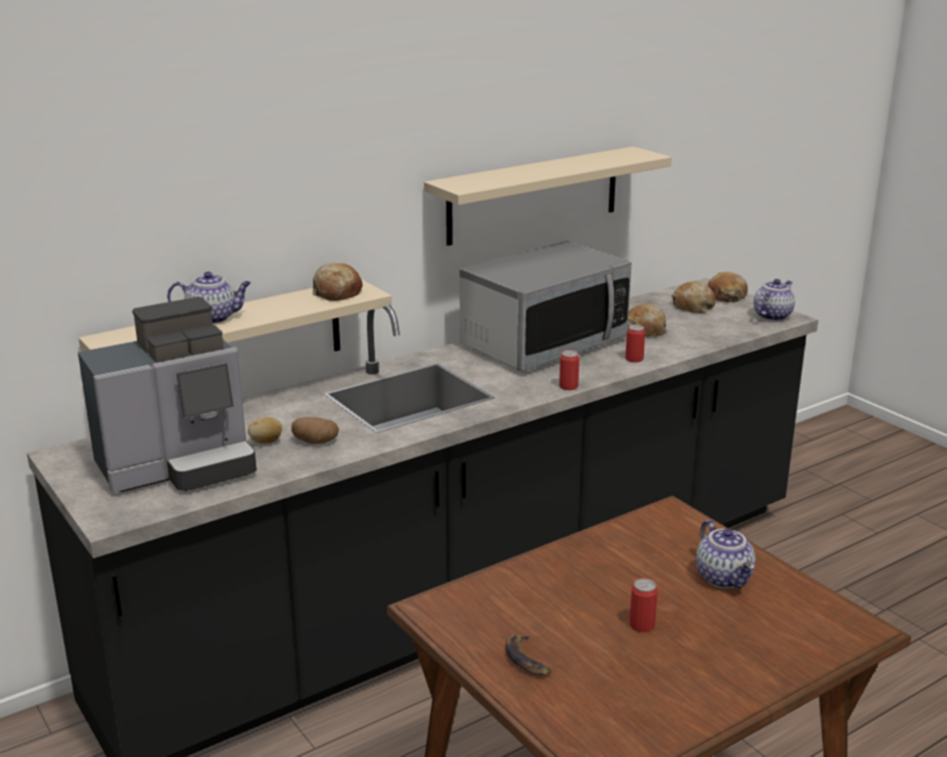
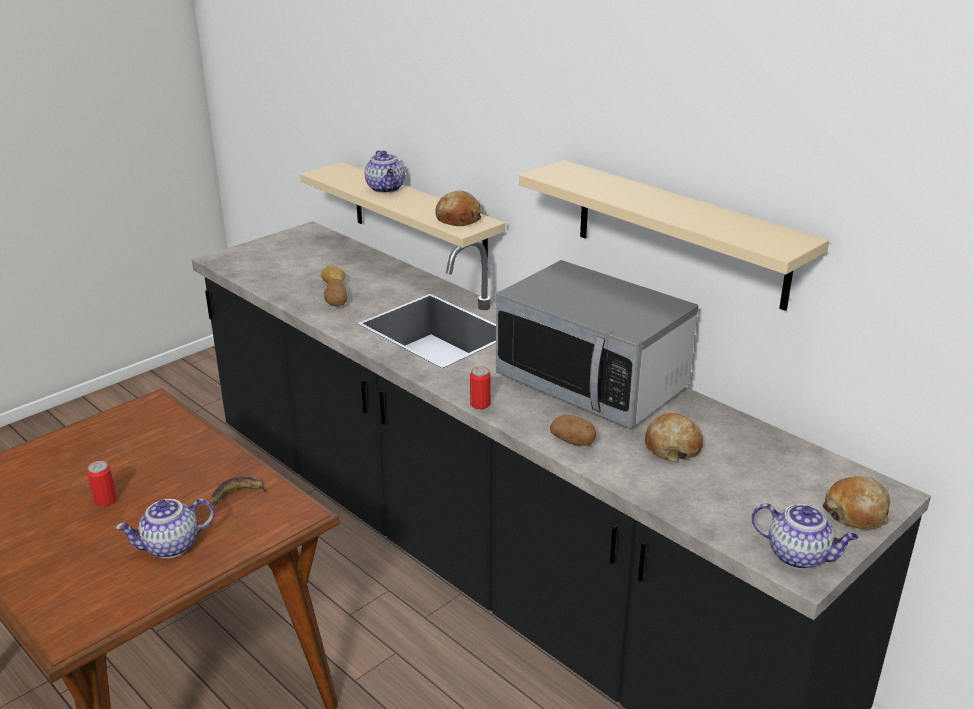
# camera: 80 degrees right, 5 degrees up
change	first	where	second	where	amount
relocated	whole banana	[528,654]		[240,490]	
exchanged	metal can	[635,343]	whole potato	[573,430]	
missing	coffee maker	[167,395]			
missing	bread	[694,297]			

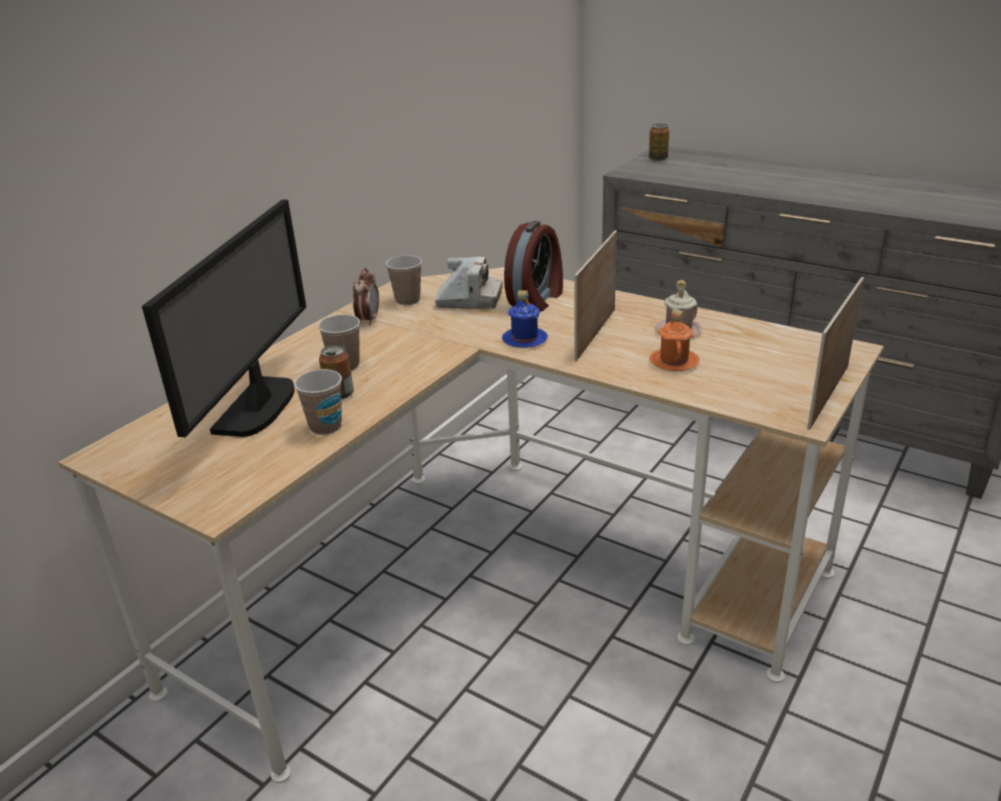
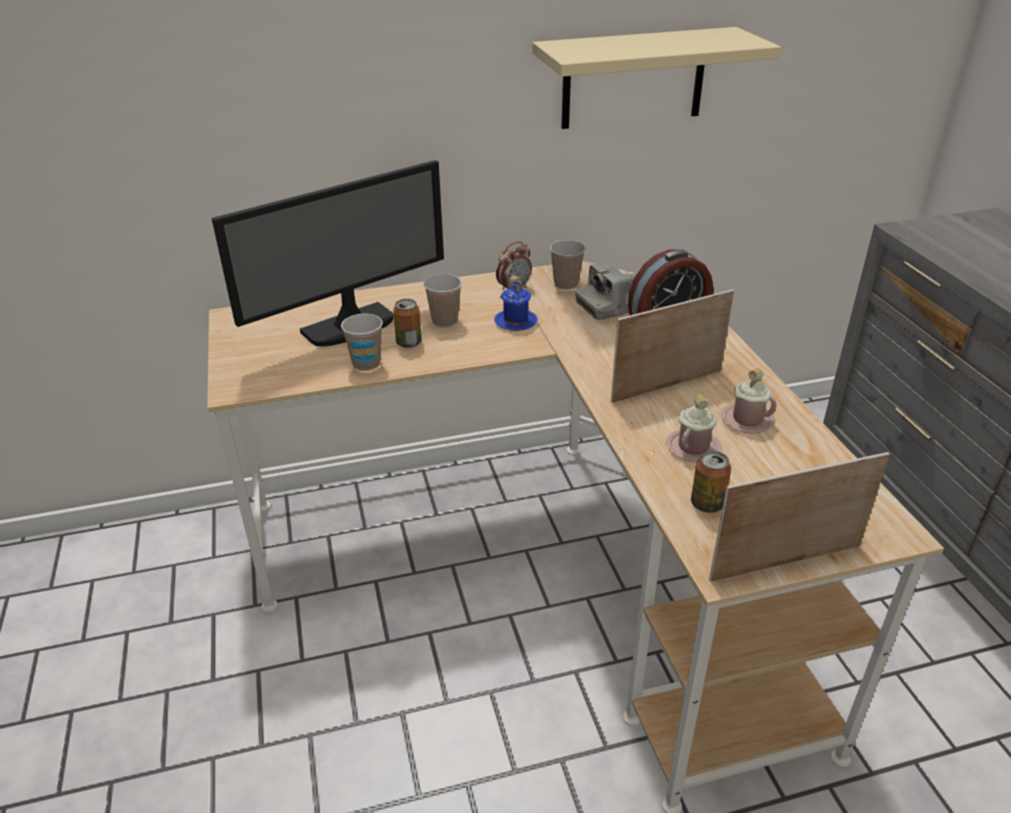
# camera: 40 degrees right, 5 degrees up
change	first	where	second	where	amount
relocated	bluish tea mug	[525,319]		[516,303]	
appeared			beige wall shelf	[656,78]	
spun	still camera	[469,282]		[606,291]	105 degrees clockwise
colour	orange-coloured tea mug	[674,340]	pinkish tea mug	[694,428]	
relocated	metal can	[659,142]		[711,482]	

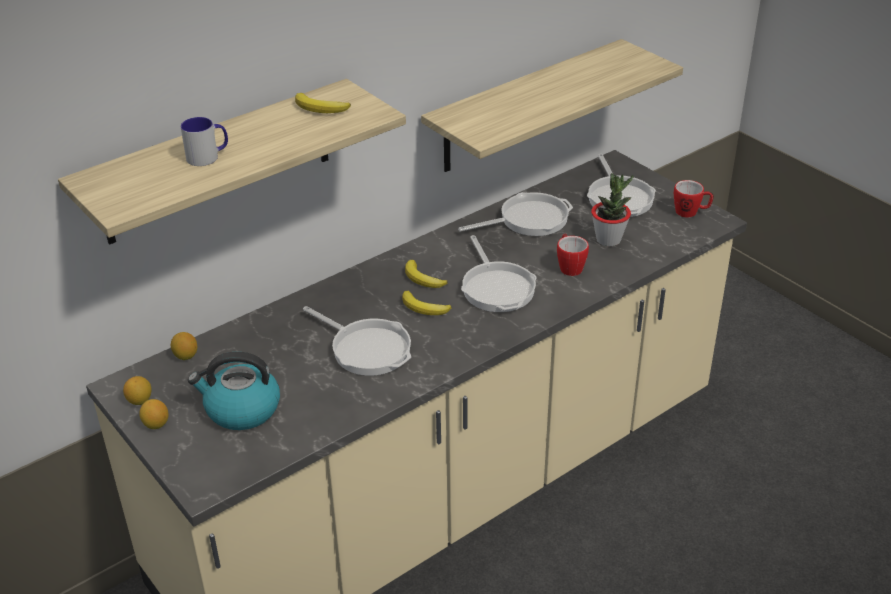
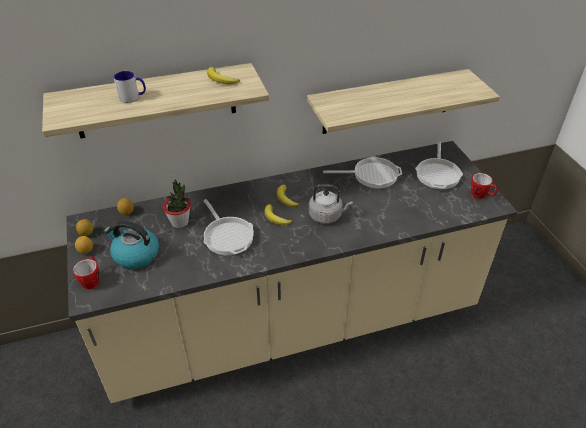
# camera: 20 degrees right, 5 degrees up
change	first	where	second	where	amount
relocated	tea mug	[573,254]		[86,272]	
relocated	houseplant	[612,209]		[177,204]	
exchanged	pan	[499,273]	gray tea kettle	[331,204]	

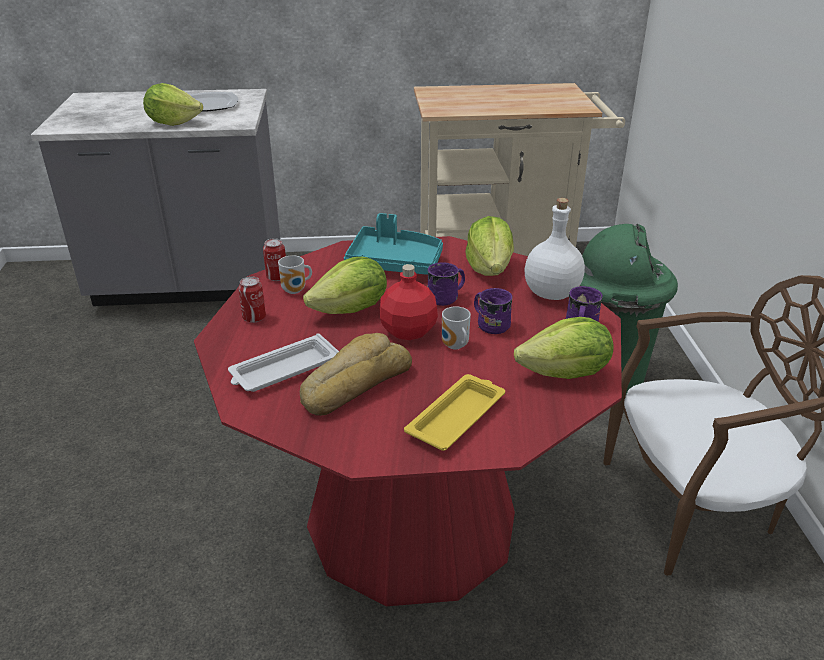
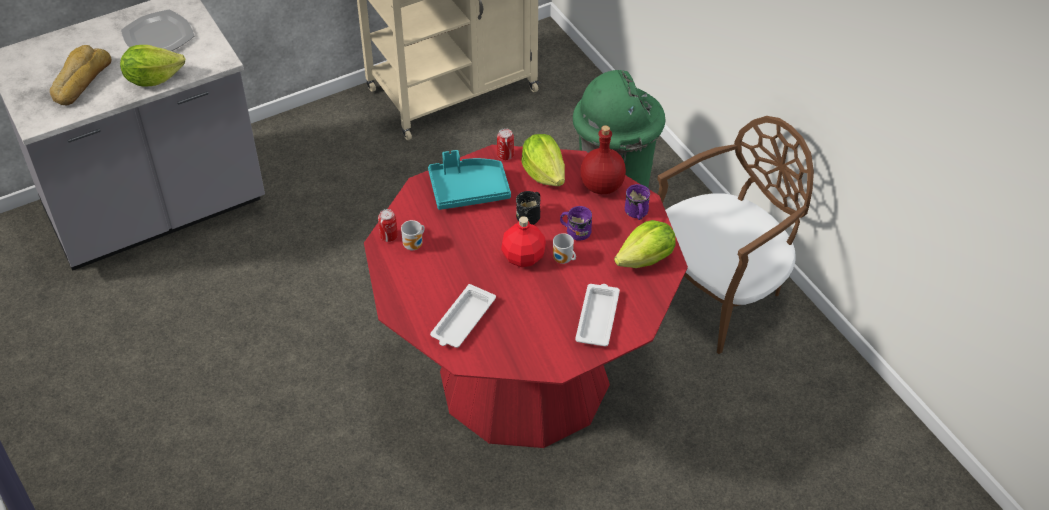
# camera: 25 degrees left, 15 degrees up
change	first	where	second	where	amount
relocated	bread	[356,374]		[80,75]	
relocated	metal can	[252,299]		[505,144]	
colour	purple-coloured tea mug	[446,284]	blackish tea mug	[528,208]	
colour	yellow serving tray	[454,412]	white serving tray	[597,315]	
colour	white beverage bottle	[555,249]	reddish beverage bottle	[603,159]	
missing	lettuce head	[345,285]			

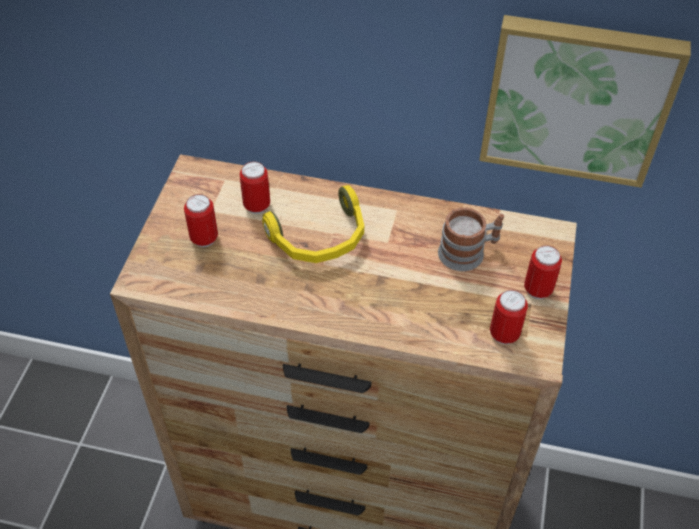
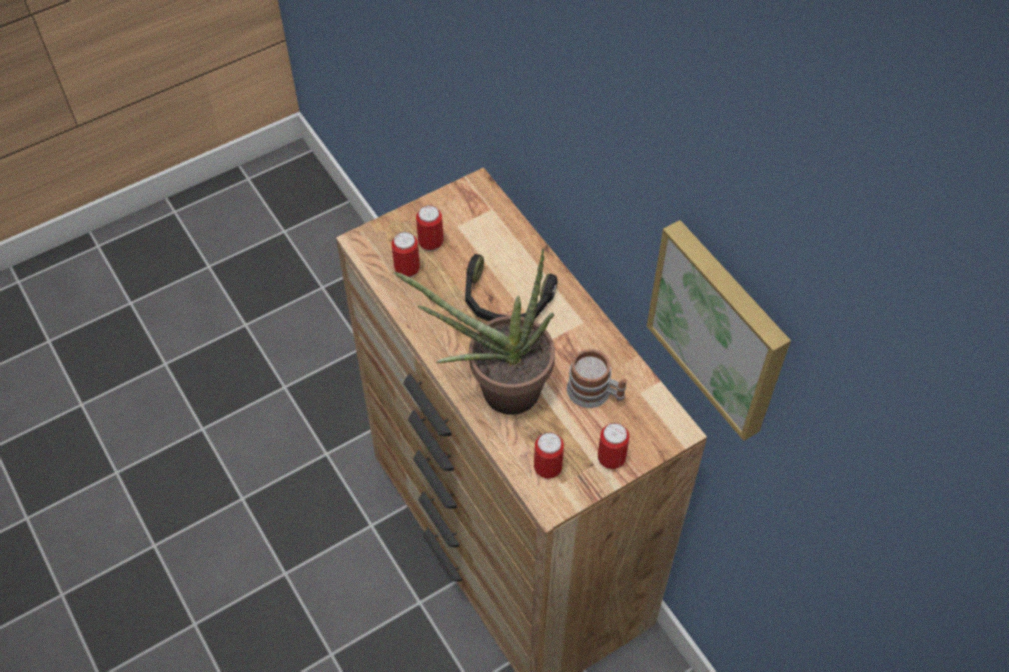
# camera: 45 degrees right, 5 degrees up
change	first	where	second	where	amount
relocated	metal can	[255,188]		[406,254]	
appeared			houseplant	[474,331]	
colour	yellow pair of headphones	[313,224]	blackish pair of headphones	[511,287]	

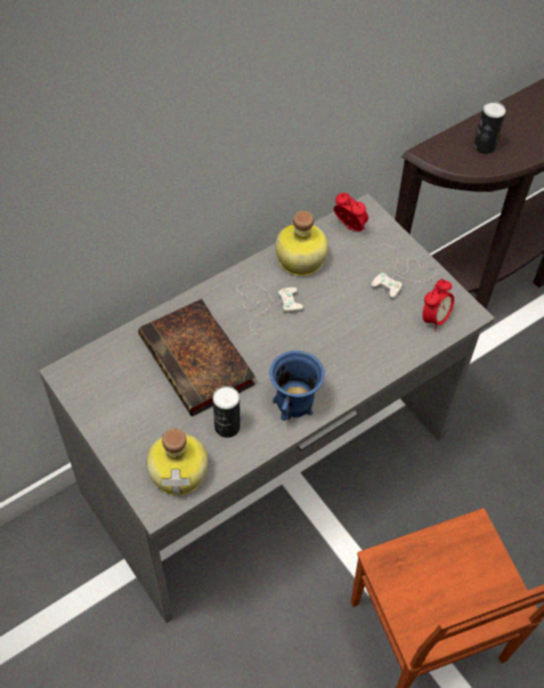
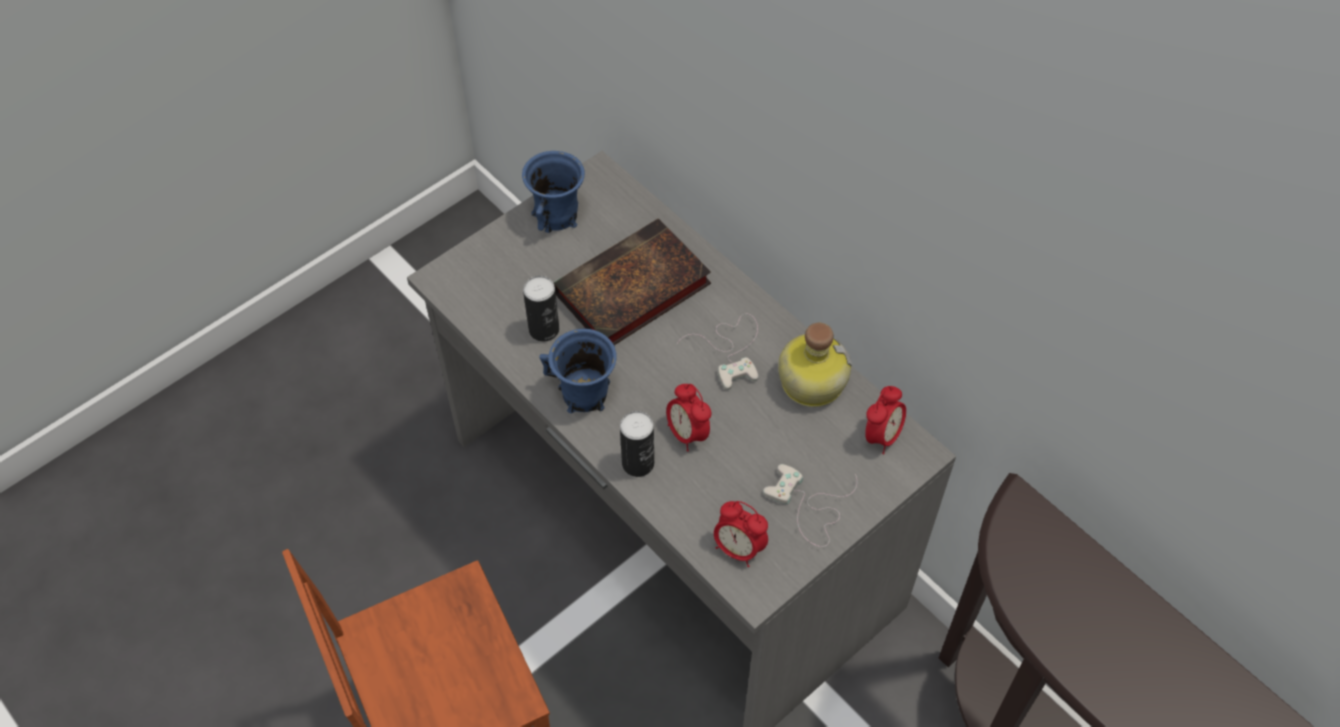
# camera: 85 degrees right, 0 degrees up
change	first	where	second	where	amount
appeared			bluish tea mug	[553,192]	
relocated	metal can	[490,127]		[637,444]	
appeared			bedside clock	[689,418]	
missing	beverage bottle	[177,462]			

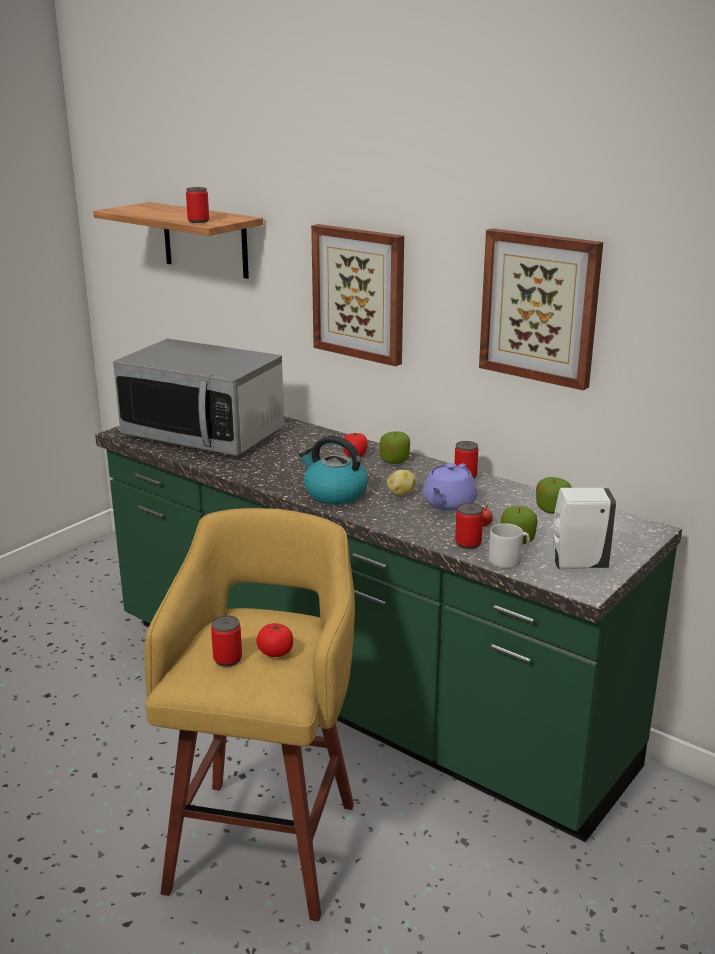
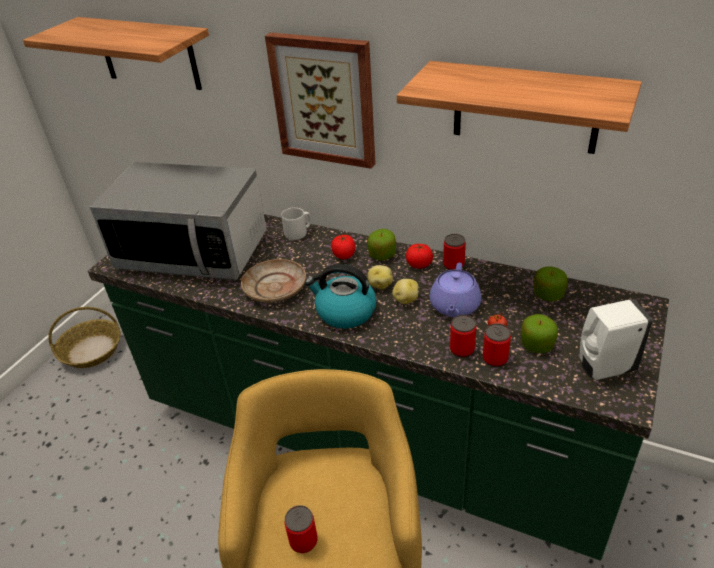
# camera: 10 degrees left, 15 degrees up
change	first	where	second	where	amount
appeared			basket	[84,337]	
appeared			beige dinner plate	[273,281]	
relocated	gray tea mug	[509,546]		[296,223]	
appeared			whole potato	[380,277]	
exchanged	picture	[541,309]	wall shelf	[519,107]	
relocated	tomato	[274,640]		[419,256]	
relocated	metal can	[197,205]		[463,336]	

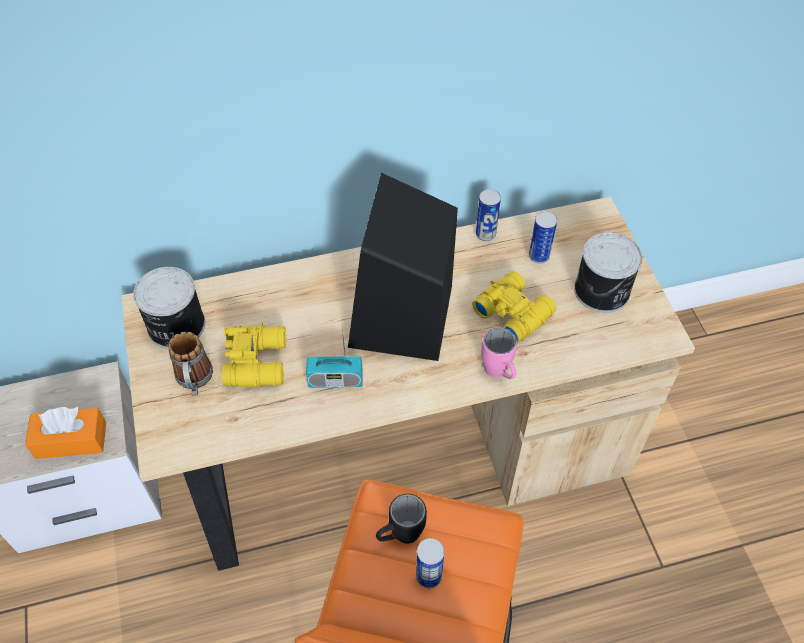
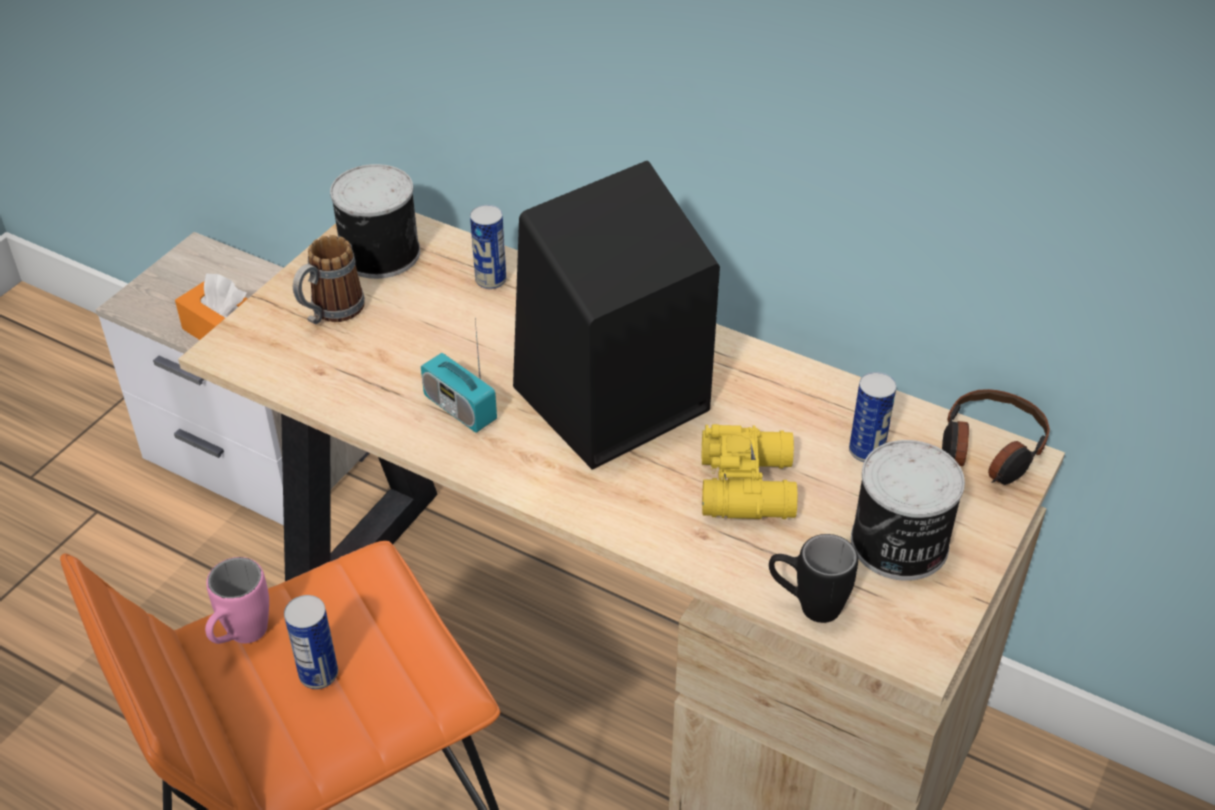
# camera: 45 degrees right, 10 degrees down
change	first	where	second	where	amount
relocated	pinkish tea mug	[499,353]		[237,600]	
relocated	metal can	[488,215]		[488,247]	
relocated	blackish tea mug	[401,519]		[813,578]	
appeared			pair of headphones	[996,437]	
missing	yellow pair of binoculars	[254,354]			

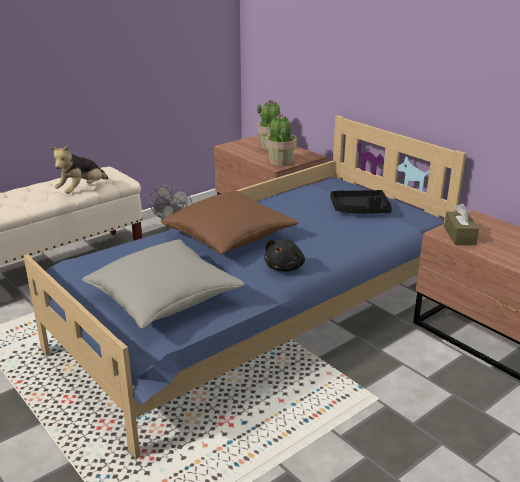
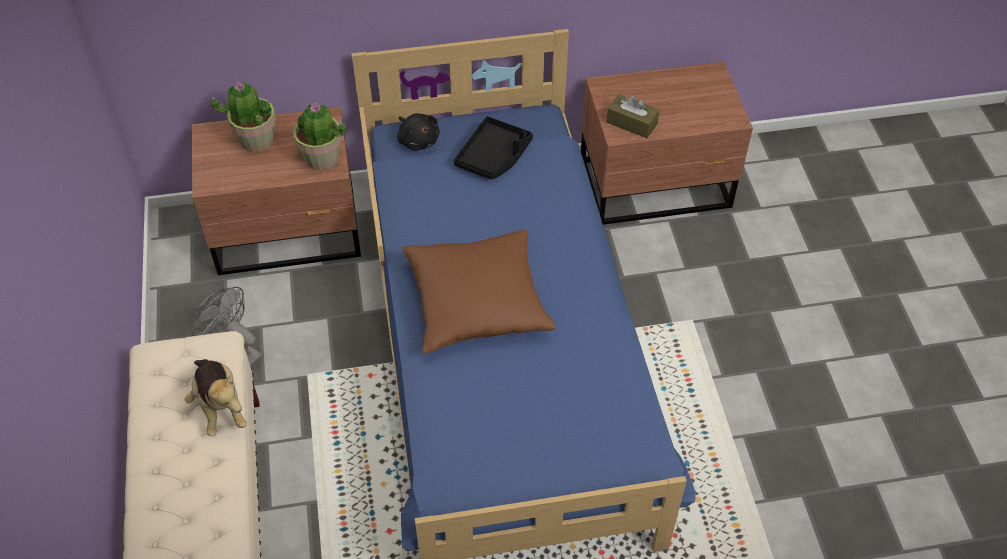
# camera: 60 degrees left, 25 degrees up
change	first	where	second	where	amount
relocated	blackish soft toy	[284,255]		[418,131]	
missing	gray cushion	[163,284]			

